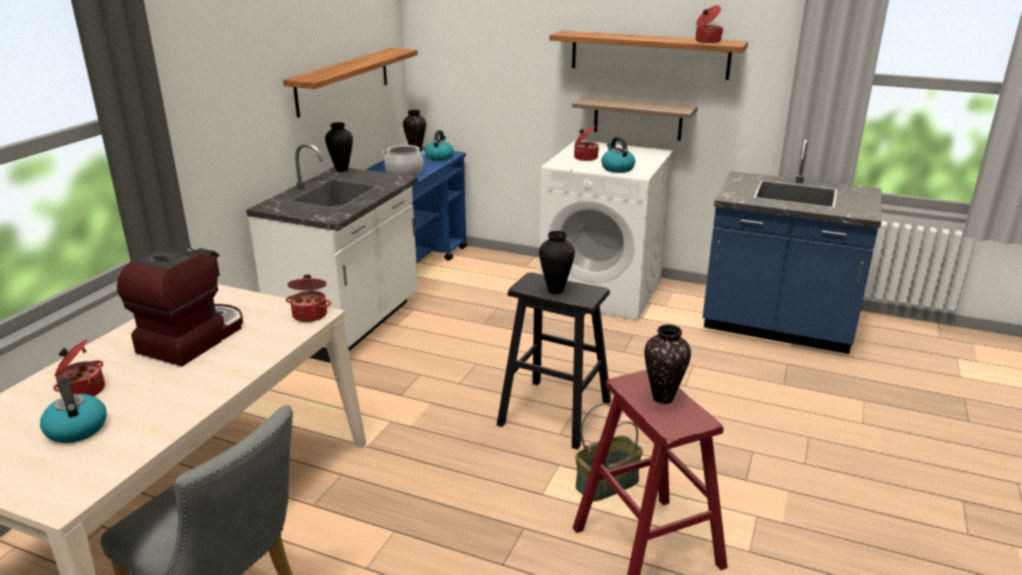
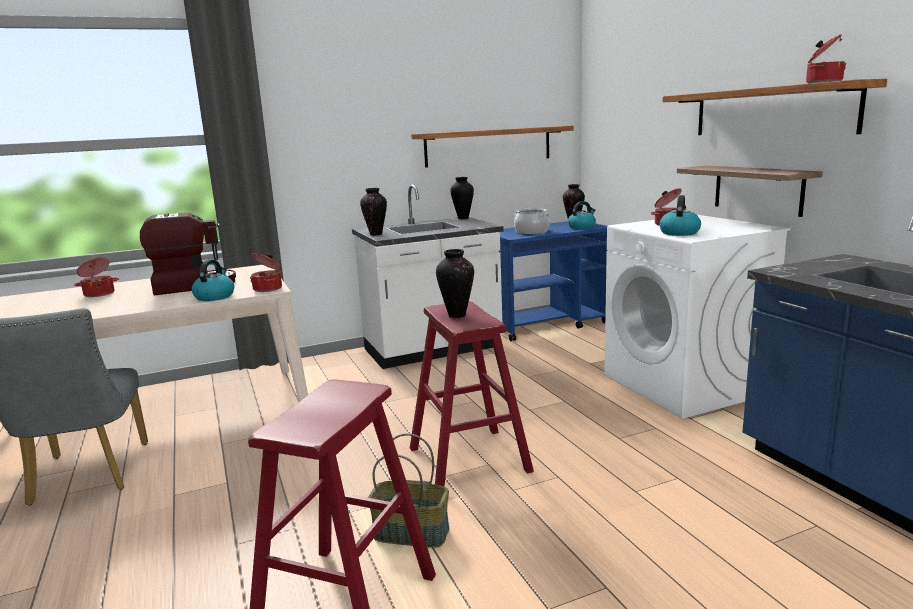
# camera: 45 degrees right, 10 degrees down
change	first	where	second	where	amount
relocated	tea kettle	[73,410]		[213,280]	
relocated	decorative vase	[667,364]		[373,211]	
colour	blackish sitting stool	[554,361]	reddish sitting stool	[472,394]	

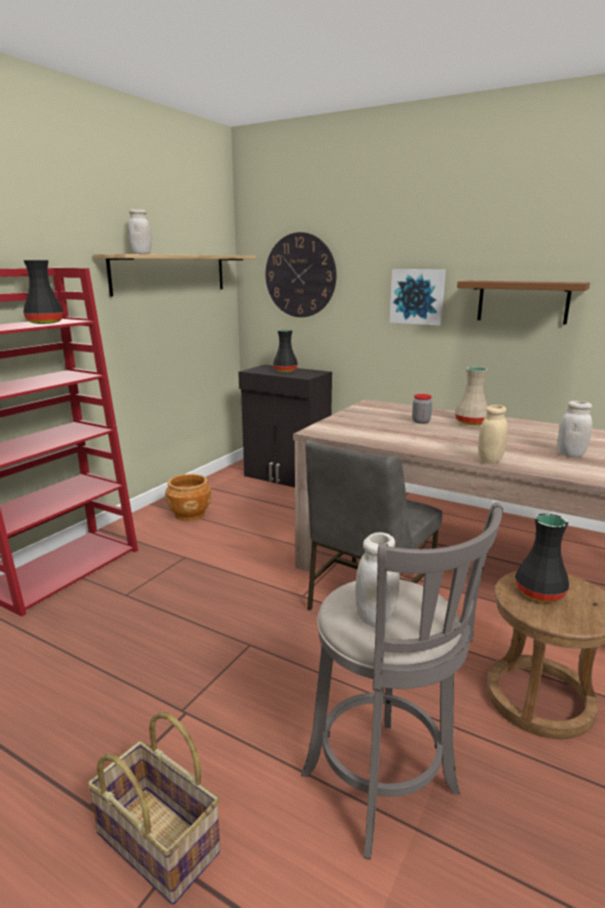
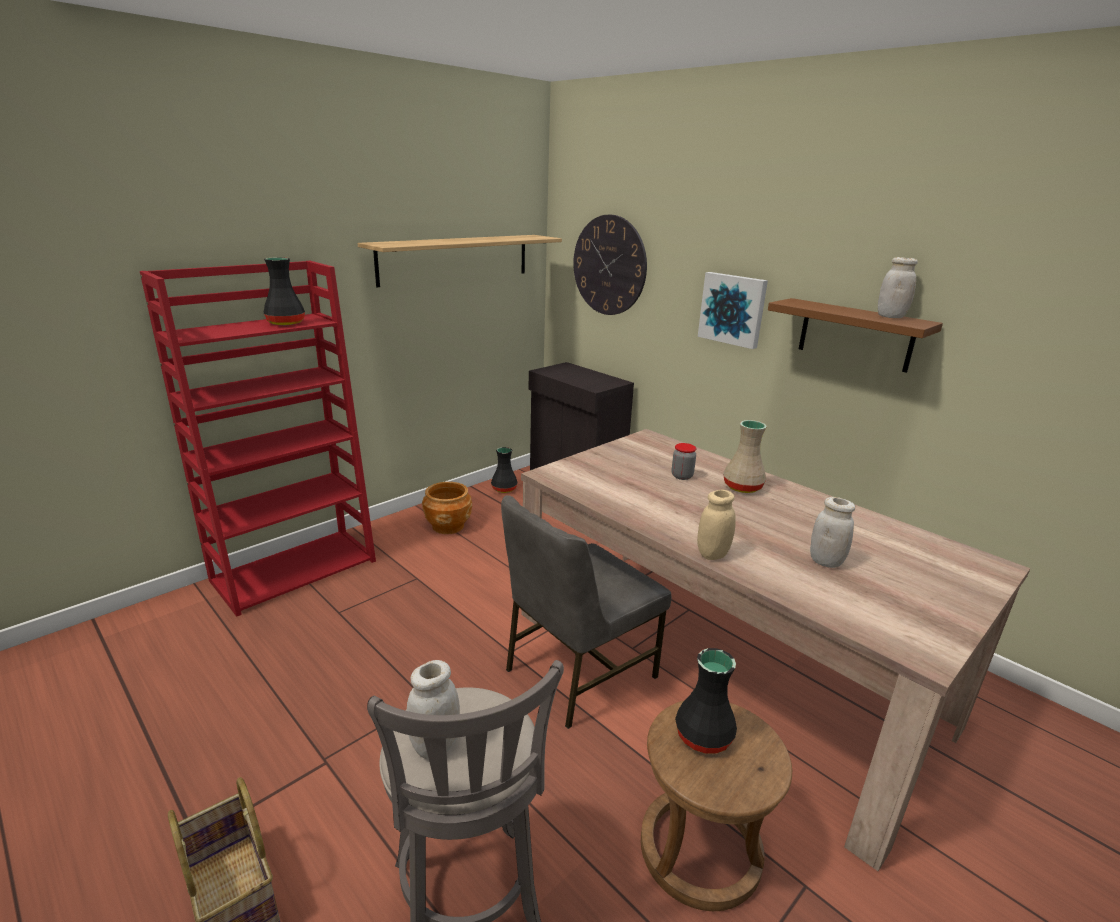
# camera: 15 degrees right, 5 degrees up
change	first	where	second	where	amount
relocated	blackish decorative vase	[285,351]		[504,470]	
relocated	white preserve jar	[140,231]		[898,287]	

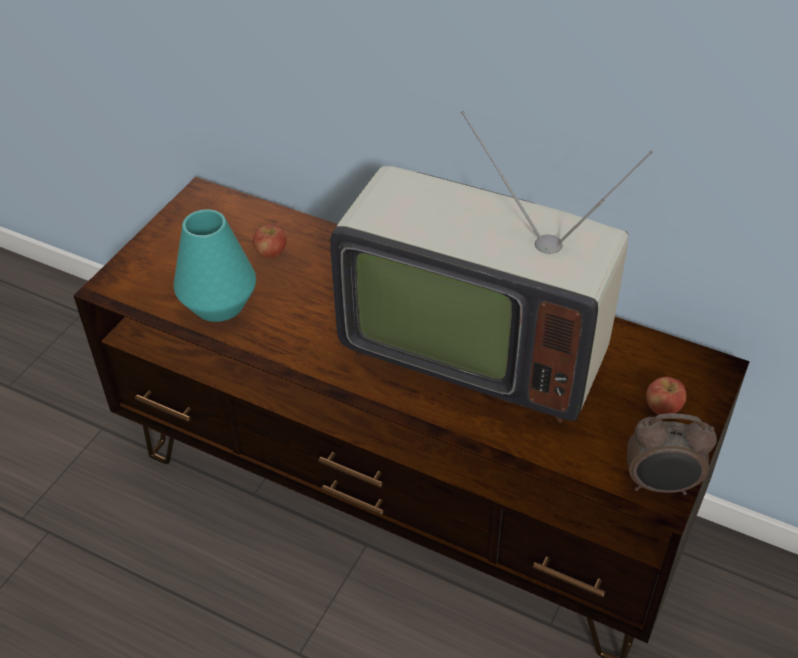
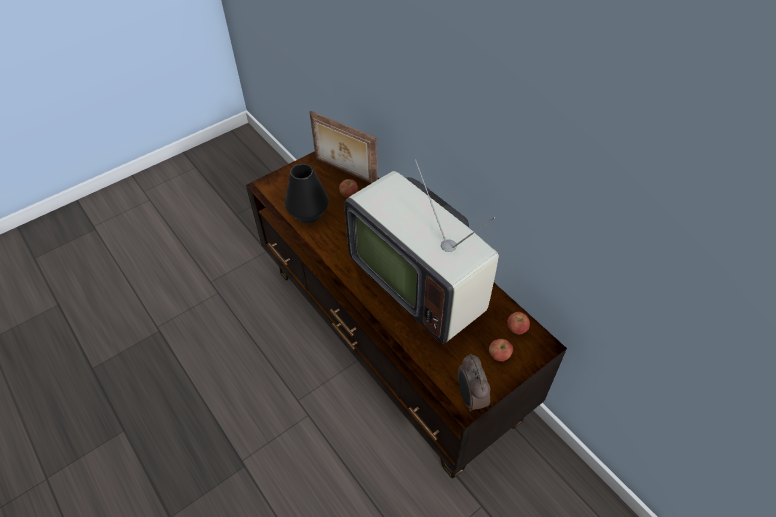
# camera: 25 degrees right, 5 degrees up
change	first	where	second	where	amount
colour	blue-green decorative vase	[214,265]	blackish decorative vase	[307,193]	
appeared			photo frame	[343,147]	
spun	bedside clock	[672,454]		[474,382]	45 degrees clockwise
appeared			apple fruit	[518,323]	

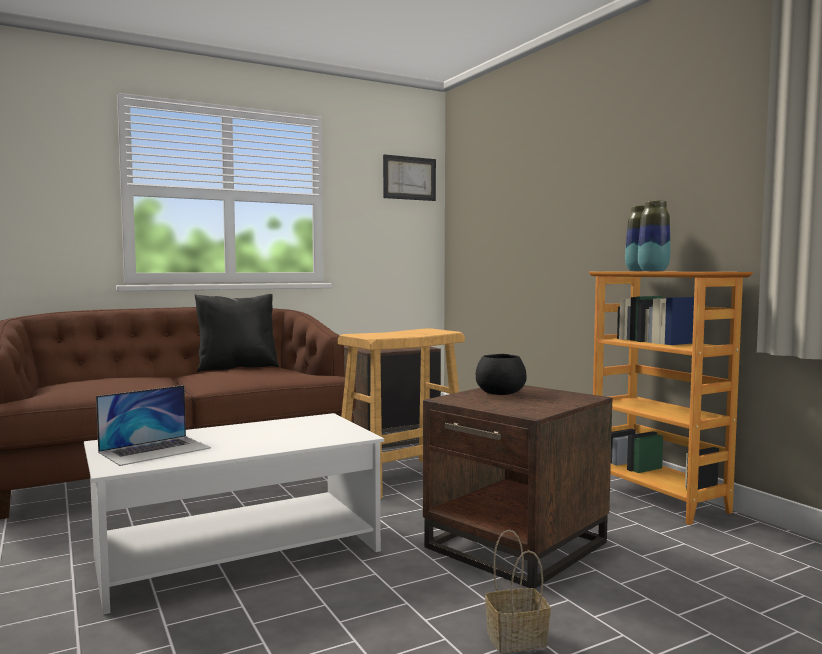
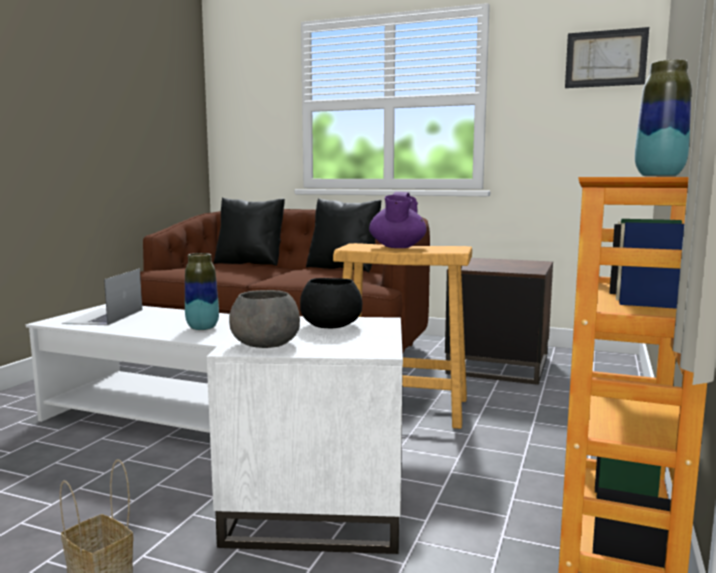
# camera: 50 degrees right, 5 degrees up
change	first	where	second	where	amount
spun	notebook computer	[153,425]		[102,297]	90 degrees clockwise
relocated	decorative vase	[654,236]		[202,291]	
colour	brownish accent table	[518,487]	white accent table	[305,435]	
appeared			blackish cushion	[249,232]	
appeared			gray bowl	[264,319]	
appeared			purple-coloured tea pot	[397,220]	

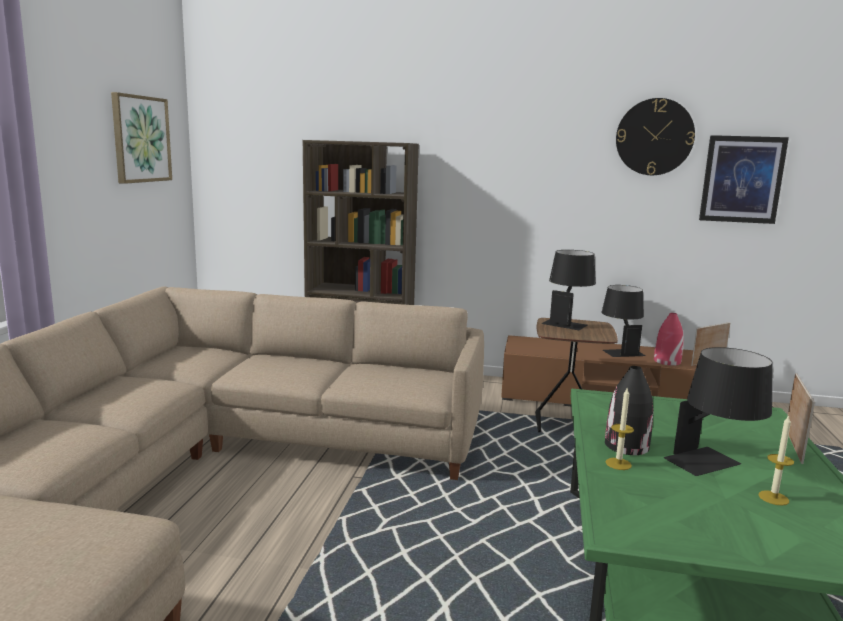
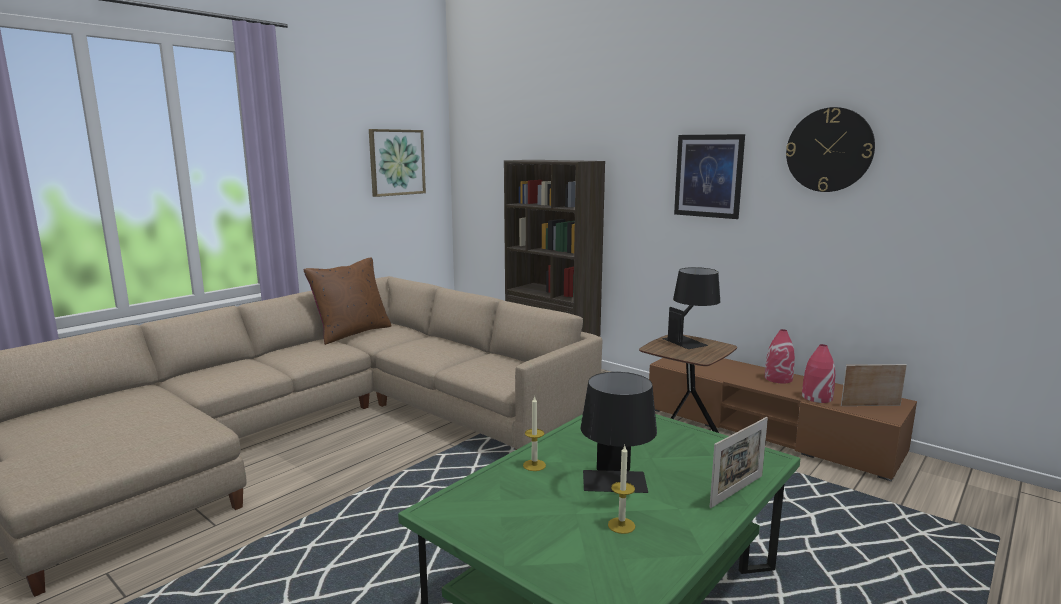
# camera: 30 degrees right, 0 degrees up
change	first	where	second	where	amount
appeared			brownish cushion	[348,301]	
relocated	picture	[744,179]		[709,176]	
exchanged	blackish table lamp	[623,321]	reddish decorative vase	[780,356]	
missing	blackish decorative vase	[629,410]			

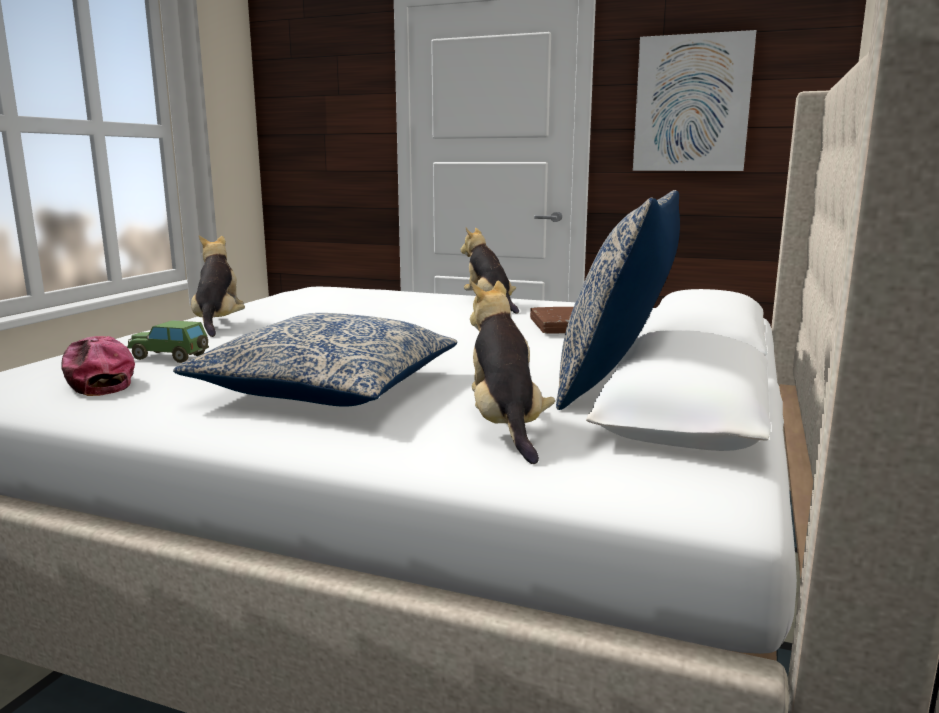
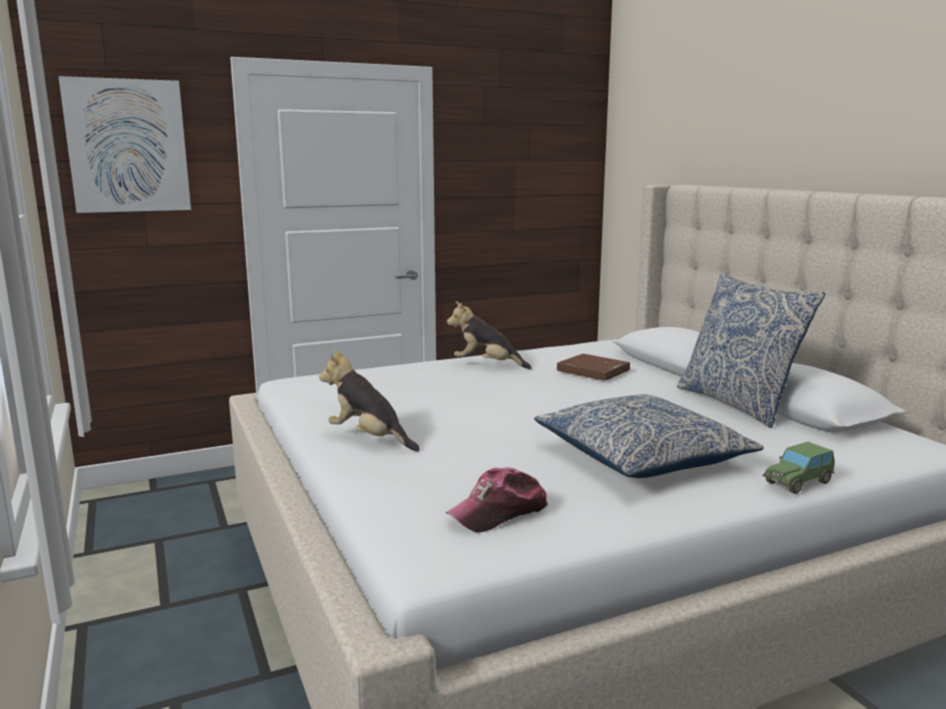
# camera: 45 degrees left, 0 degrees up
change	first	where	second	where	amount
relocated	picture	[694,100]		[124,144]	
spun	baseball cap	[98,366]		[497,499]	45 degrees counterclockwise
relocated	toy car	[168,341]		[798,468]	
missing	soft toy	[512,372]			

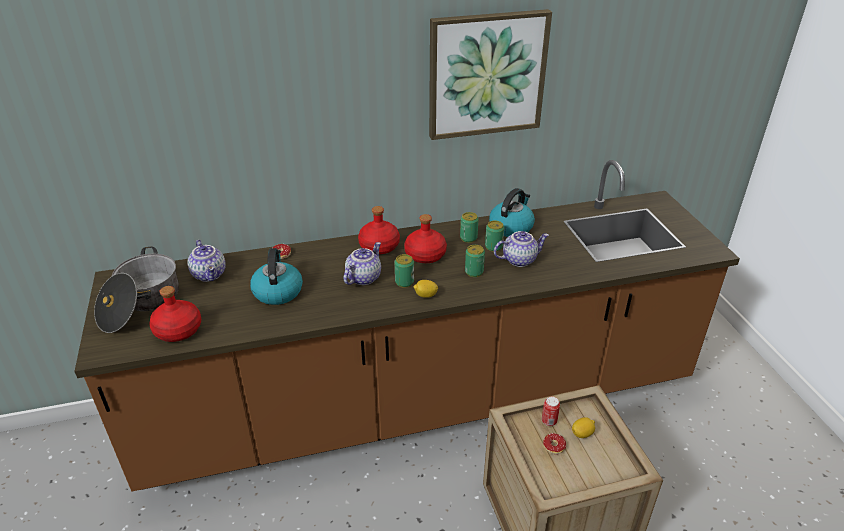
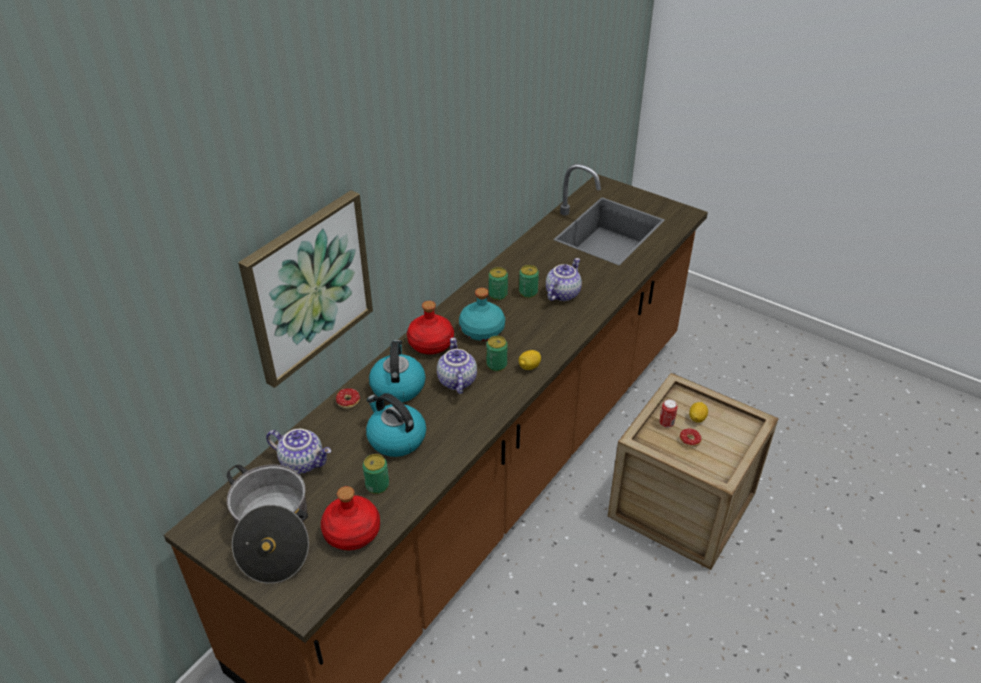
# camera: 40 degrees left, 5 degrees up
change	first	where	second	where	amount
relocated	picture	[490,74]		[305,289]	
relocated	metal can	[475,261]		[376,474]	
relocated	tea kettle	[512,212]		[397,371]	
colour	reddish beverage bottle	[425,238]	blue-green beverage bottle	[482,314]	

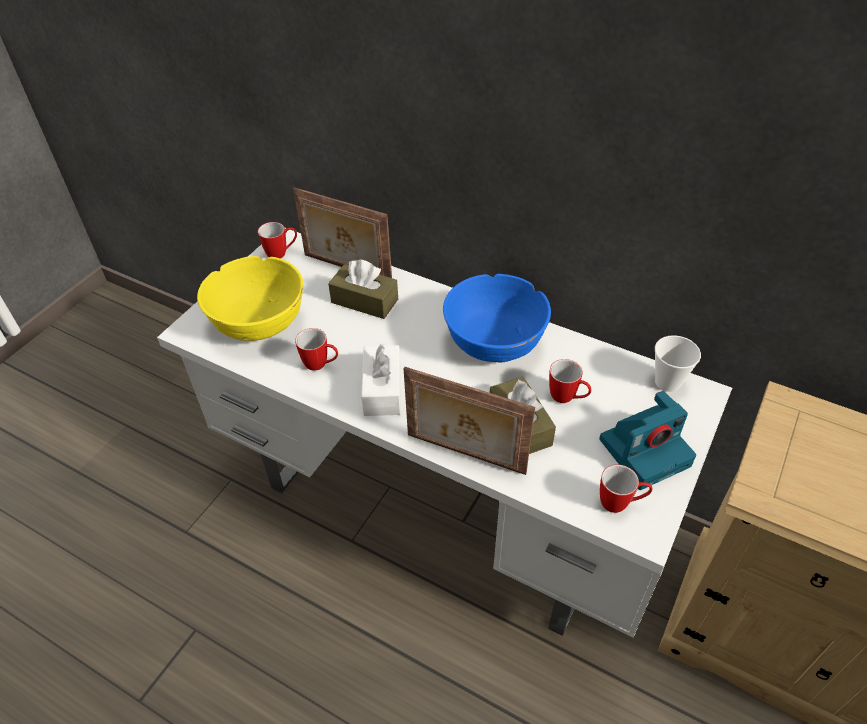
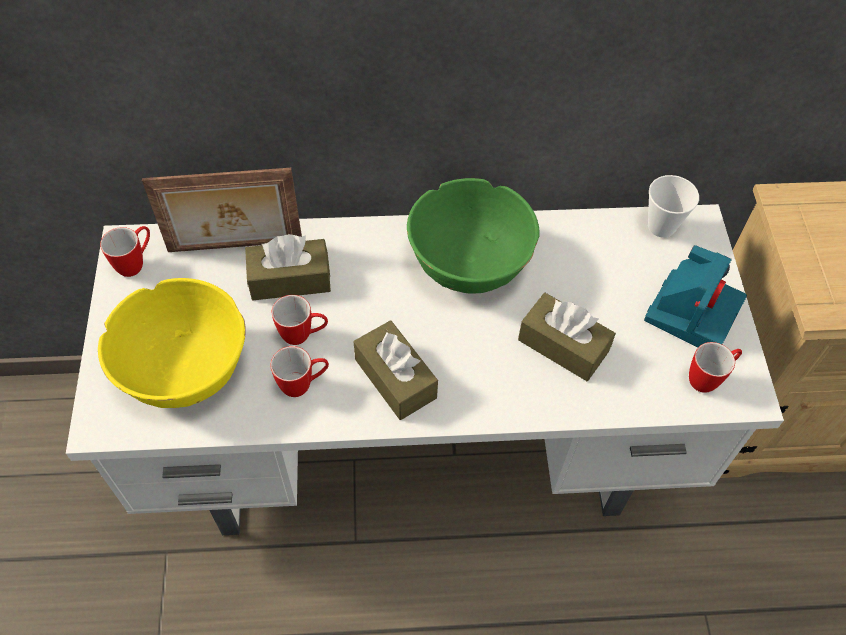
# camera: 35 degrees left, 10 degrees up
change	first	where	second	where	amount
relocated	tea mug	[570,381]		[300,320]	
colour	white box of tissues	[381,380]	brownish box of tissues	[396,370]	
colour	bluish bowl	[497,318]	green-coloured bowl	[473,236]	
missing	photo frame	[469,421]			

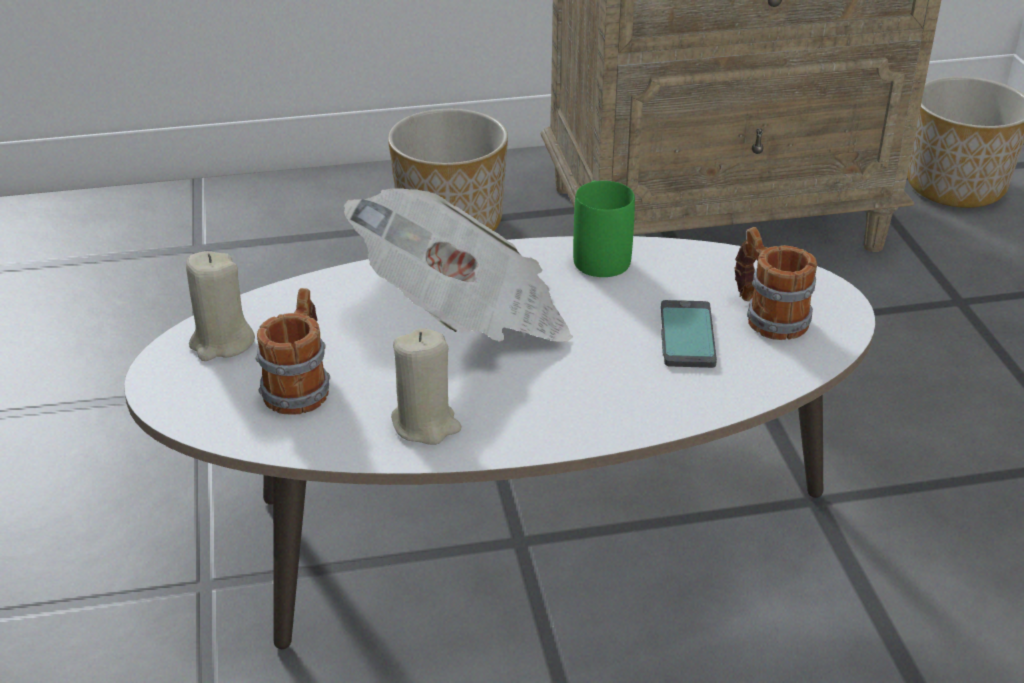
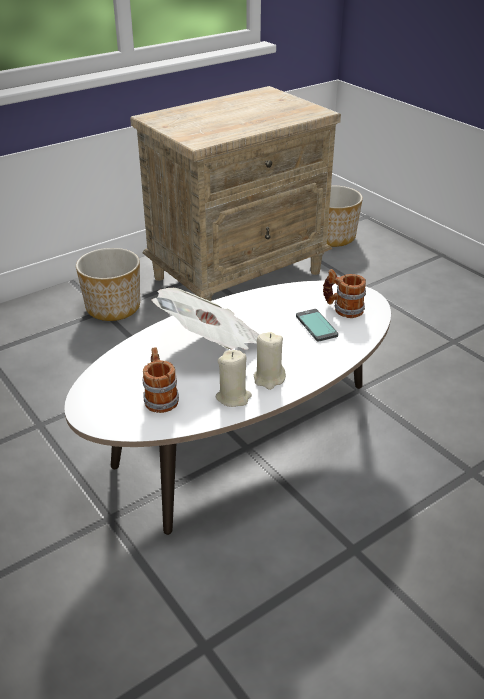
# camera: 25 degrees left, 0 degrees up
change	first	where	second	where	amount
relocated	beige wax candle	[220,306]		[270,361]	
missing	green-coloured tea mug	[604,228]			

